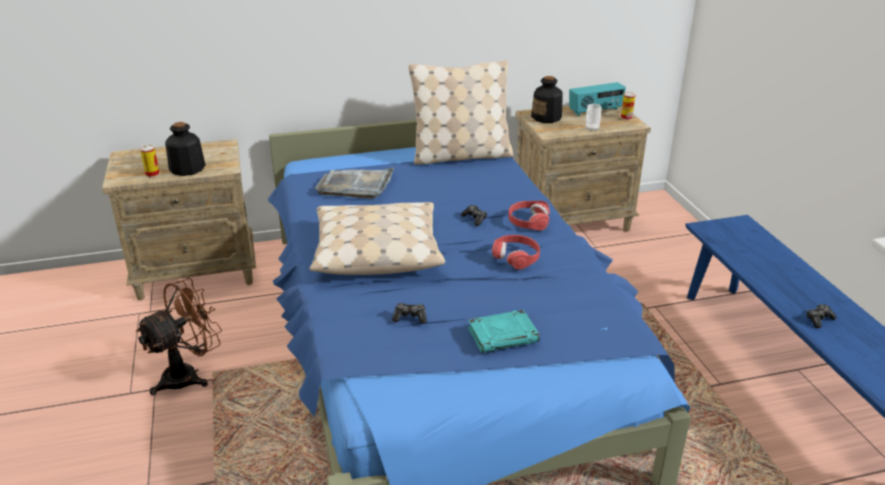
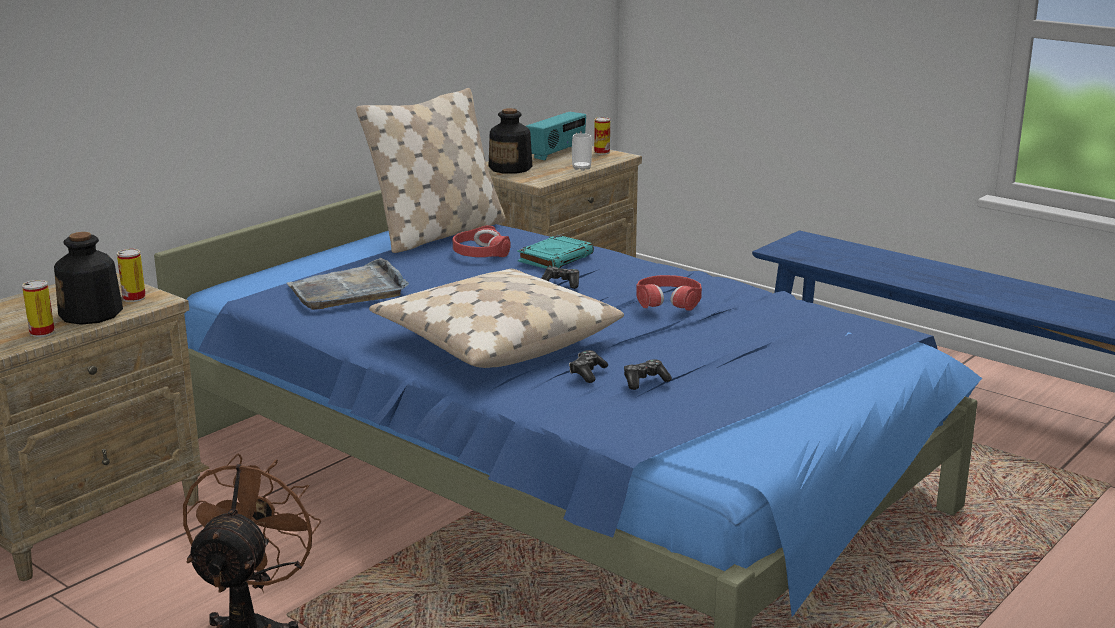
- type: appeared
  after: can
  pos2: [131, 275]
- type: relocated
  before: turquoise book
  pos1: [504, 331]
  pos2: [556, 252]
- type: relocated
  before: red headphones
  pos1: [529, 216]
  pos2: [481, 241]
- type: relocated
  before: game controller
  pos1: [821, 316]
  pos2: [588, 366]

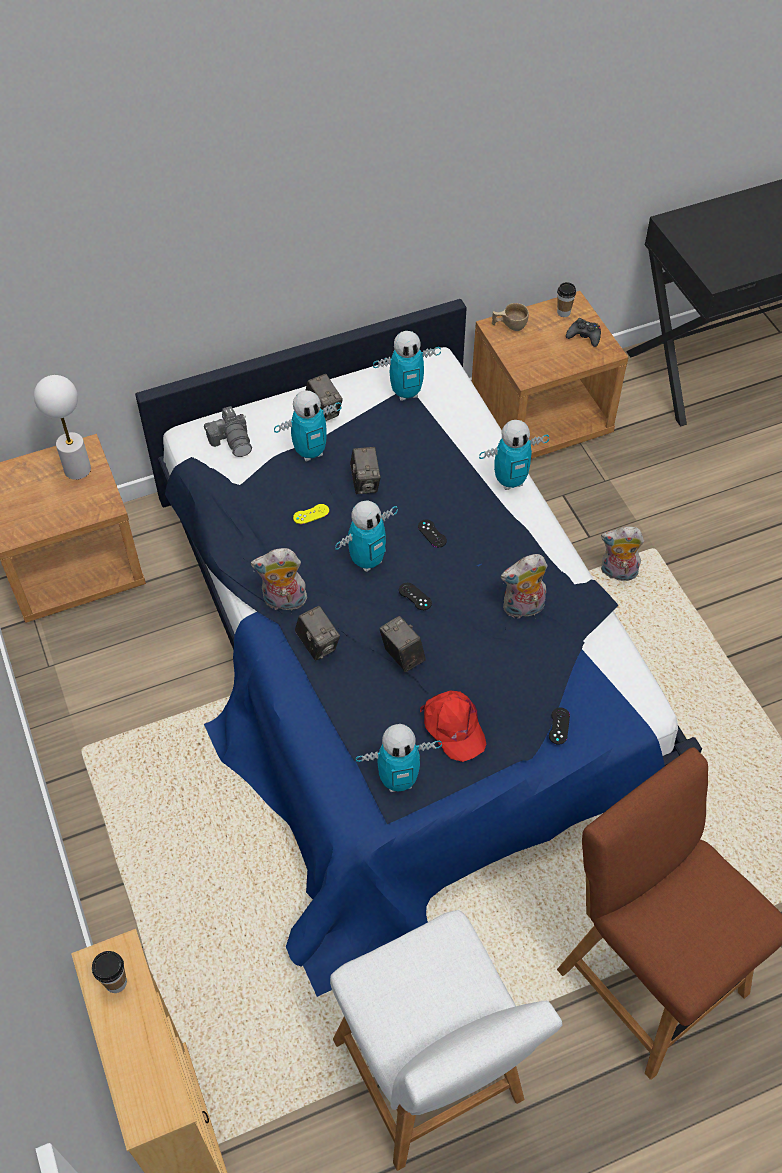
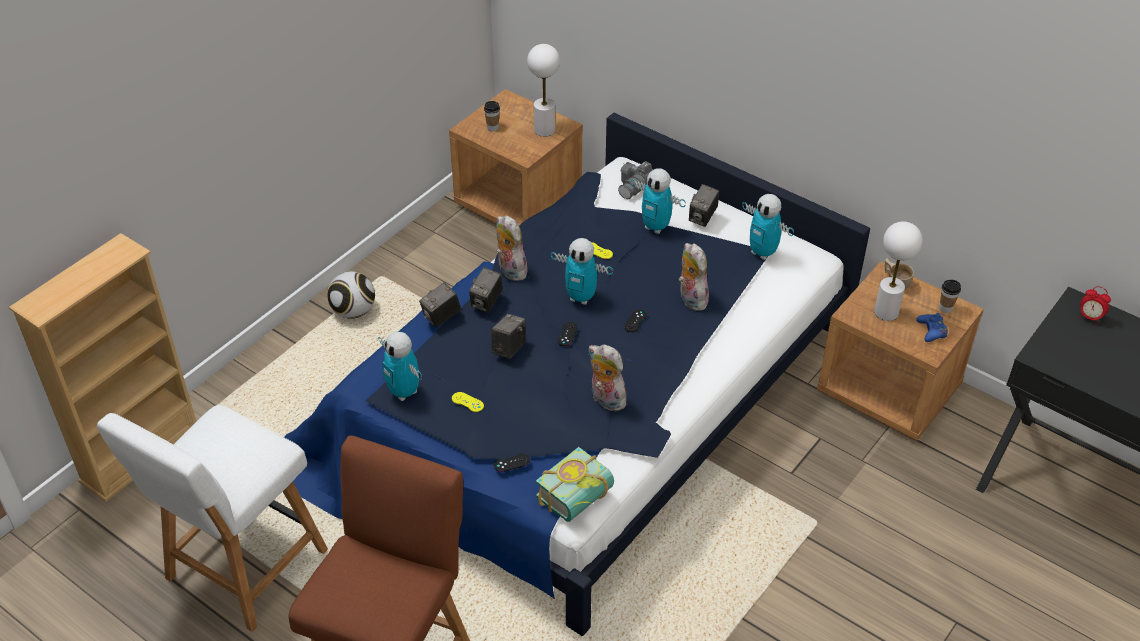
- type: missing
  before: toy robot
  pos1: [514, 455]
- type: appeared
  after: football
  pos2: [351, 295]
- type: appeared
  after: book
  pos2: [575, 484]
- type: appeared
  after: white table lamp
  pos2: [898, 271]
- type: appeared
  after: alarm clock
  pos2: [1095, 305]
- type: relocated
  before: cup
  pos1: [109, 972]
  pos2: [492, 116]
- type: relocated
  before: photo camera
  pos1: [365, 470]
  pos2: [440, 305]
- type: relocated
  before: plush toy
  pos1: [622, 553]
  pos2: [694, 277]
- type: exchanged
  before: red cap
  after: yellow game controller
  pos1: [453, 726]
  pos2: [468, 402]
- type: colour
  before: black game controller
  after: blue game controller
  pos1: [583, 332]
  pos2: [932, 327]

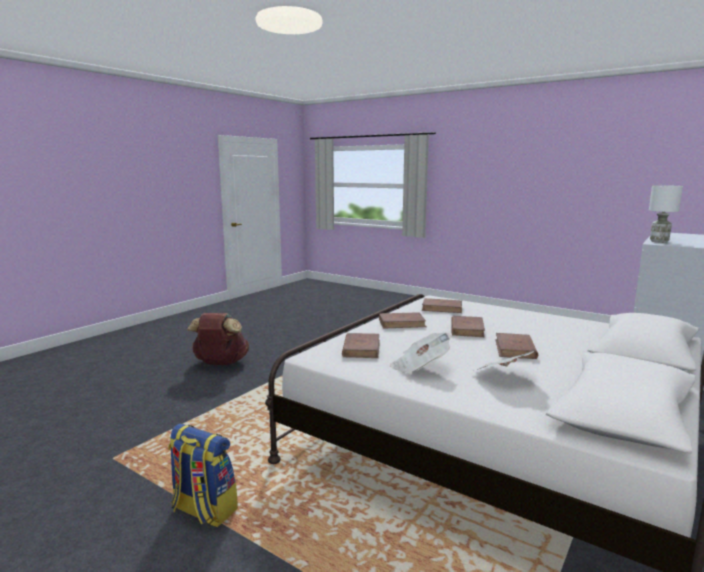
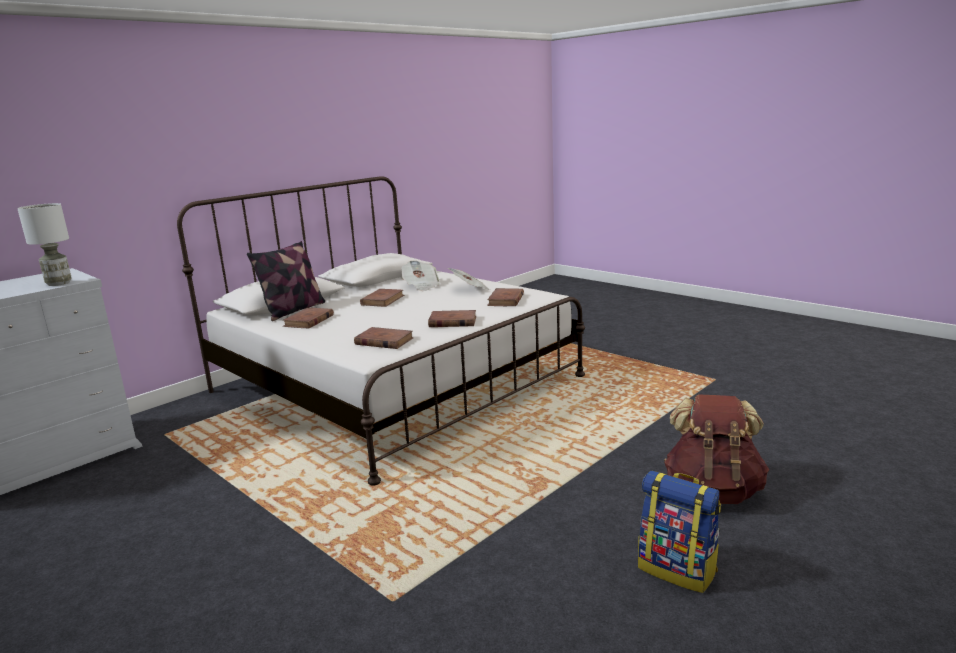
- type: appeared
  after: pillow
  pos2: [286, 281]
- type: relocated
  before: backpack
  pos1: [203, 475]
  pos2: [679, 532]
- type: relocated
  before: brown book
  pos1: [468, 326]
  pos2: [308, 317]

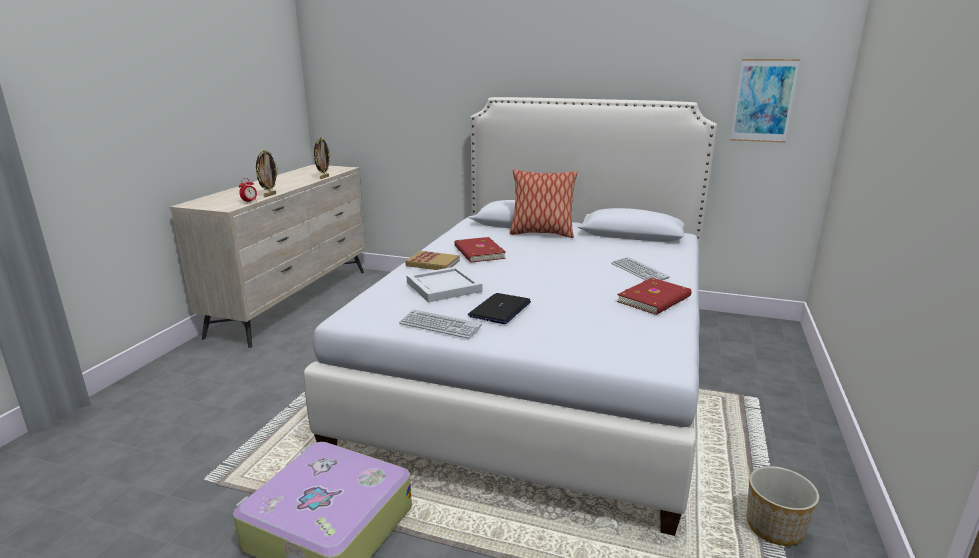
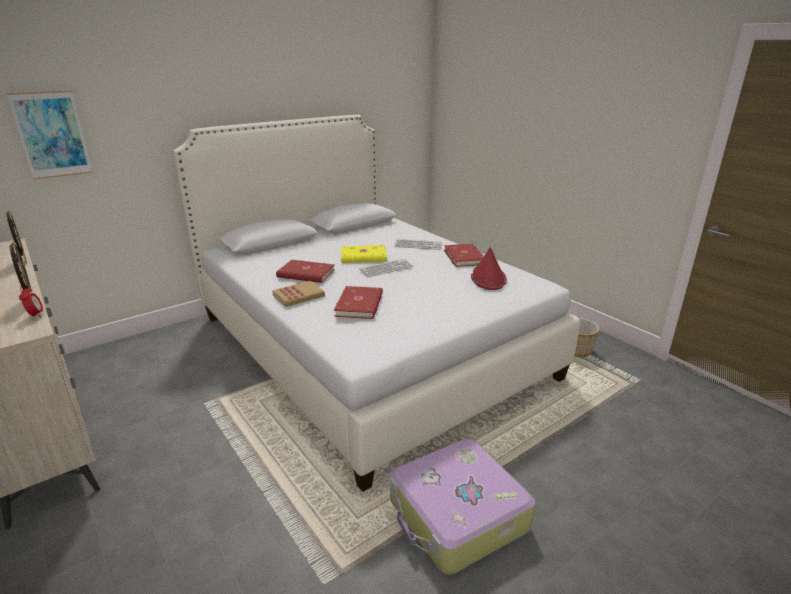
- type: missing
  before: laptop
  pos1: [499, 308]
- type: missing
  before: pillow
  pos1: [543, 203]
- type: appeared
  after: yellow book
  pos2: [364, 254]
- type: appeared
  after: red hat
  pos2: [489, 268]
- type: relocated
  before: keyboard
  pos1: [440, 324]
  pos2: [386, 267]
- type: relocated
  before: picture
  pos1: [765, 101]
  pos2: [50, 134]
- type: exchanged
  before: white tray
  after: red book
  pos1: [444, 284]
  pos2: [358, 302]

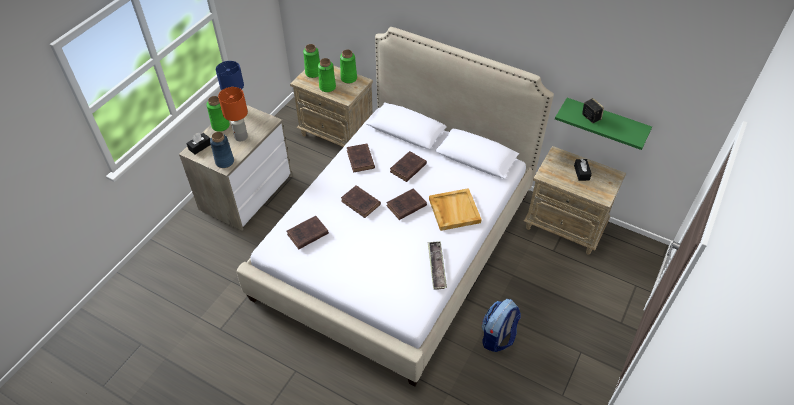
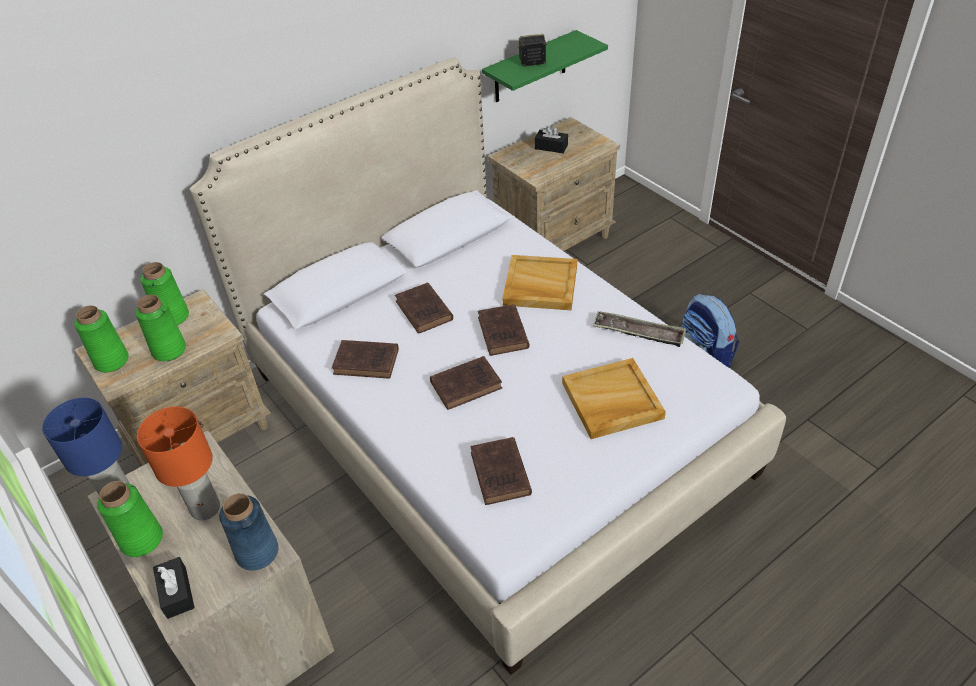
- type: appeared
  after: beige tray
  pos2: [614, 398]

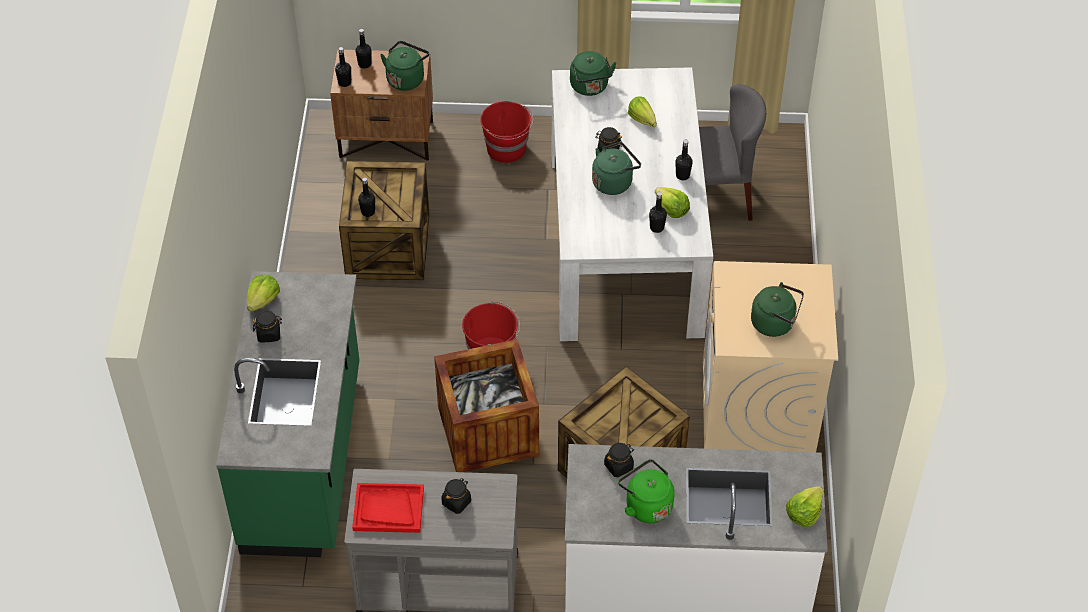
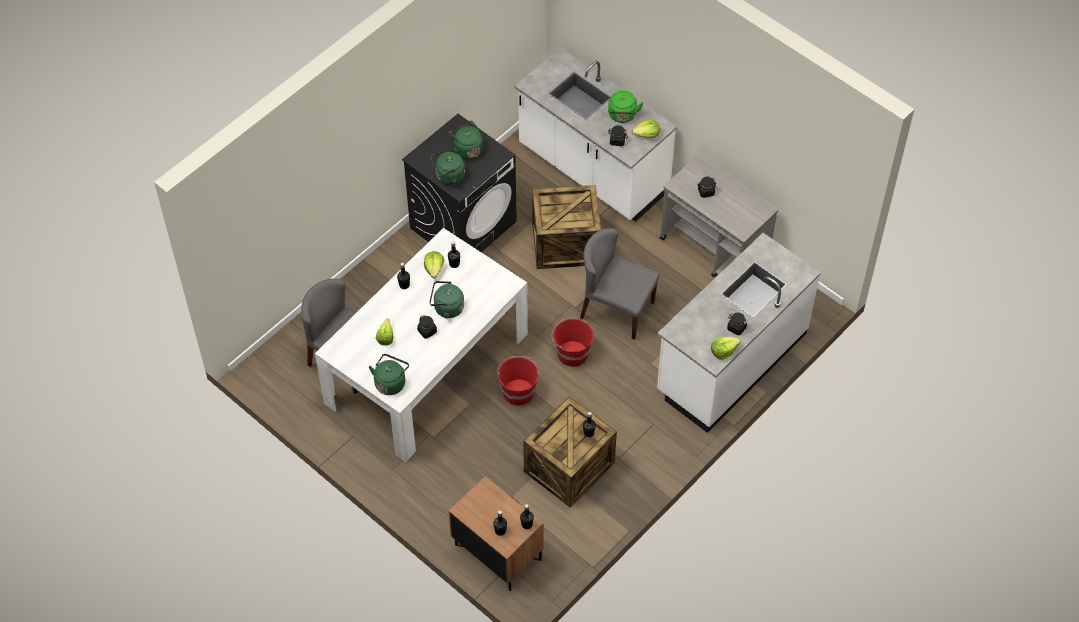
- type: missing
  before: red tray
  pos1: [388, 508]
- type: relocated
  before: green kettle
  pos1: [404, 66]
  pos2: [447, 167]
- type: relocated
  before: red bucket
  pos1: [506, 132]
  pos2: [518, 381]
- type: relocated
  before: lettuce
  pos1: [804, 506]
  pos2: [646, 129]
- type: exchanged
  before: crate
  after: grey chair
  pos1: [486, 405]
  pos2: [619, 284]
- type: colour
  before: green counter
  after: white counter
  pos1: [287, 414]
  pos2: [739, 333]
- type: colour
  before: beige washing machine
  after: black washing machine
  pos1: [770, 356]
  pos2: [459, 183]

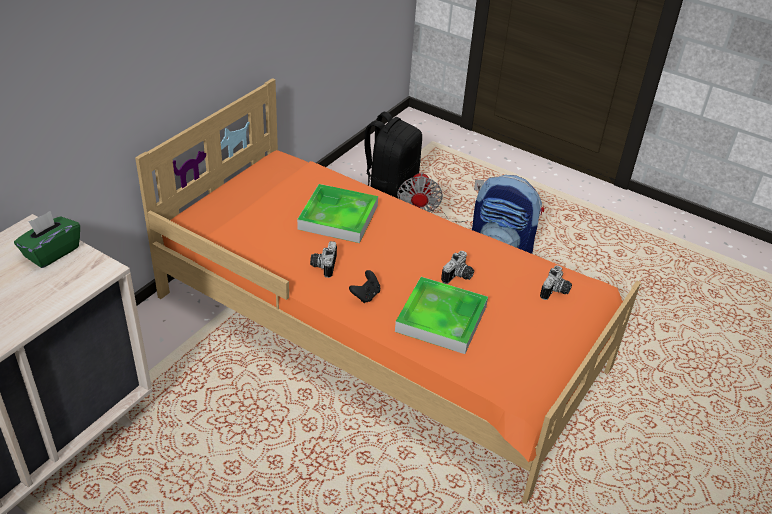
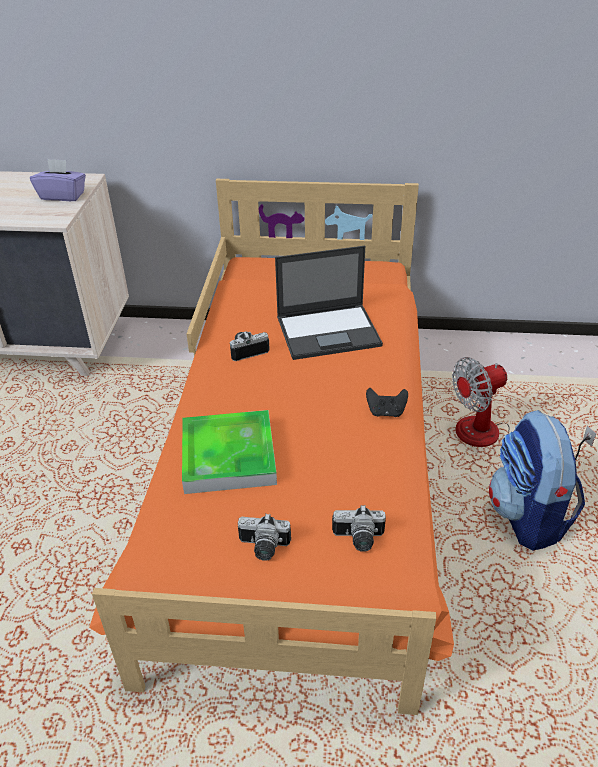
- type: missing
  before: black backpack
  pos1: [393, 155]
- type: relocated
  before: black game controller
  pos1: [364, 286]
  pos2: [387, 402]
- type: relocated
  before: photo camera
  pos1: [457, 267]
  pos2: [264, 537]
- type: exchanged
  before: tray
  after: laptop
  pos1: [337, 213]
  pos2: [329, 303]
- type: colour
  before: green tissue box
  after: purple tissue box
  pos1: [47, 239]
  pos2: [58, 180]

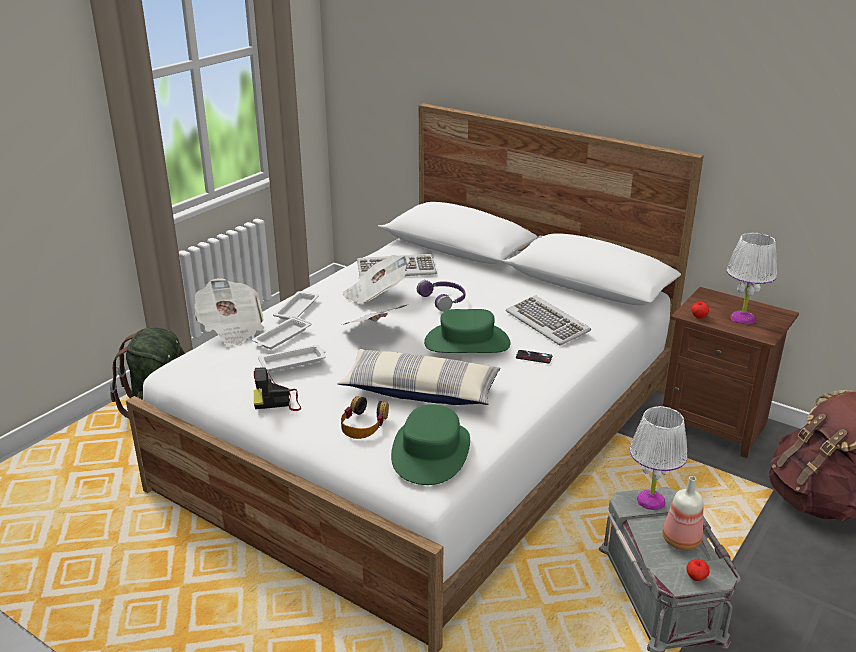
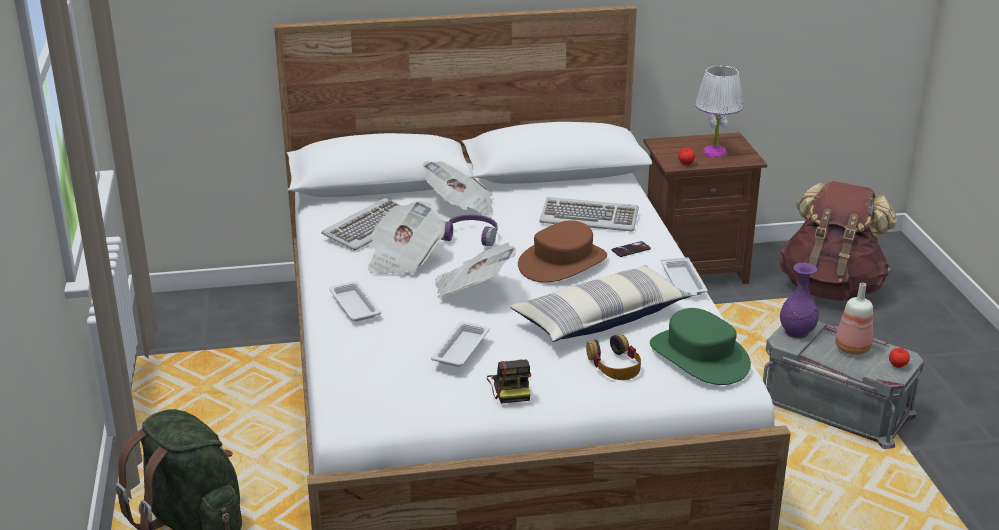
- type: relocated
  before: newspaper
  pos1: [229, 312]
  pos2: [458, 188]
- type: relocated
  before: white tray
  pos1: [282, 332]
  pos2: [684, 276]
- type: exchanged
  before: white table lamp
  after: purple vase
  pos1: [659, 458]
  pos2: [799, 300]
- type: colour
  before: green hat
  after: brown hat
  pos1: [467, 331]
  pos2: [562, 251]
- type: spun
  before: photo camera
  pos1: [277, 389]
  pos2: [509, 382]
  turn: -45

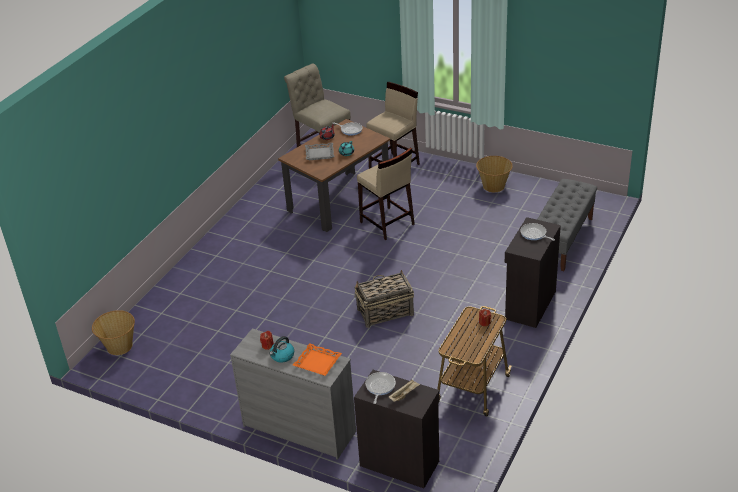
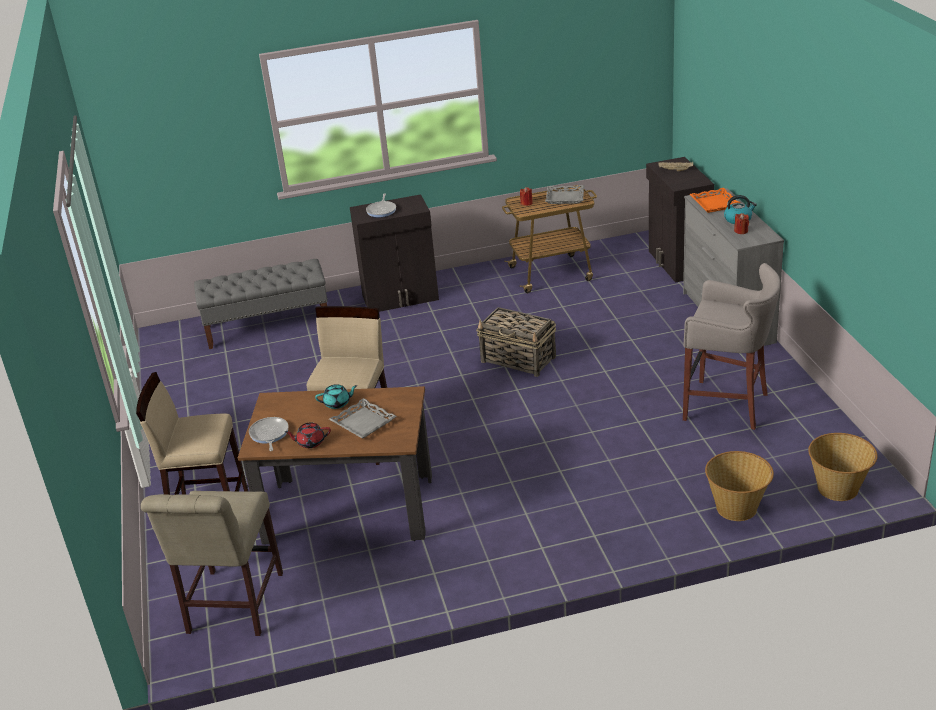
- type: missing
  before: frying pan
  pos1: [380, 388]
- type: appeared
  after: grey tray
  pos2: [565, 194]
- type: appeared
  after: grey stool
  pos2: [731, 346]
- type: relocated
  before: basket
  pos1: [494, 174]
  pos2: [739, 486]

